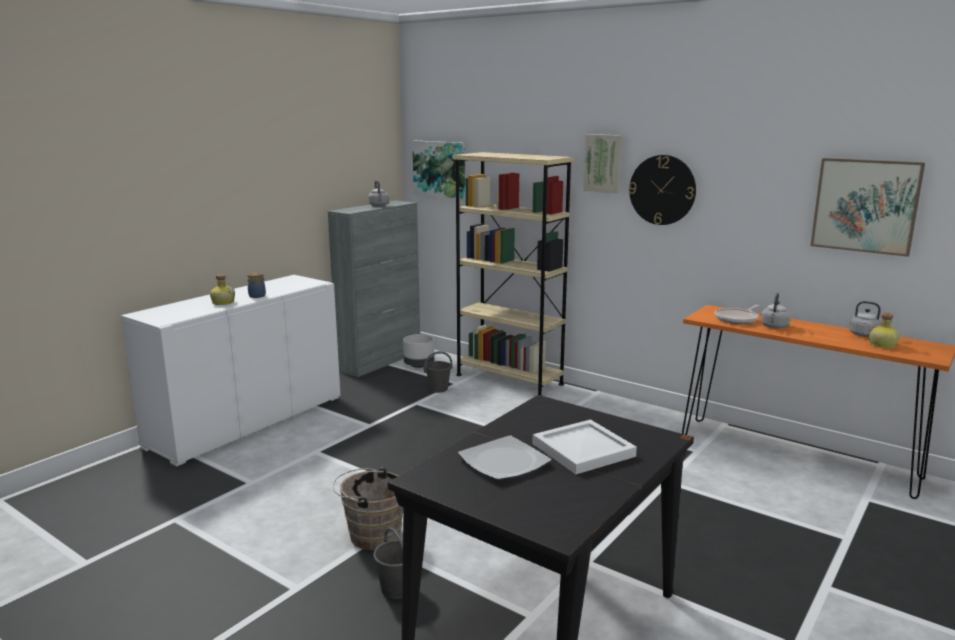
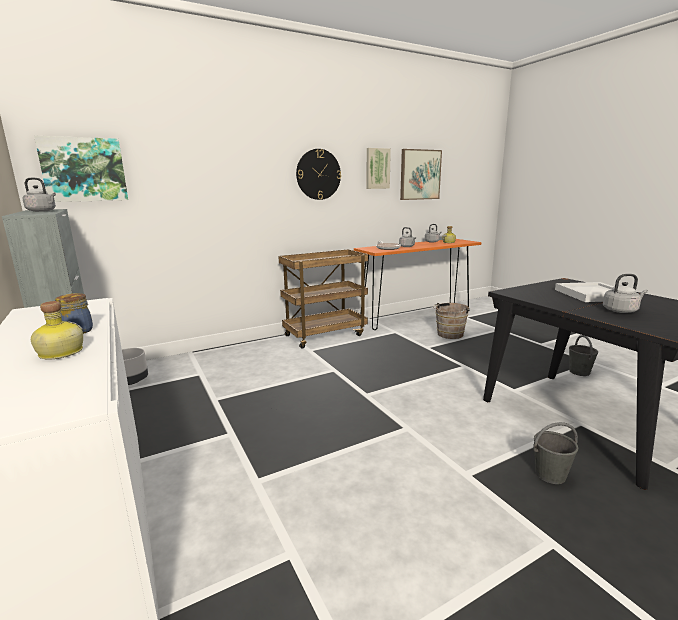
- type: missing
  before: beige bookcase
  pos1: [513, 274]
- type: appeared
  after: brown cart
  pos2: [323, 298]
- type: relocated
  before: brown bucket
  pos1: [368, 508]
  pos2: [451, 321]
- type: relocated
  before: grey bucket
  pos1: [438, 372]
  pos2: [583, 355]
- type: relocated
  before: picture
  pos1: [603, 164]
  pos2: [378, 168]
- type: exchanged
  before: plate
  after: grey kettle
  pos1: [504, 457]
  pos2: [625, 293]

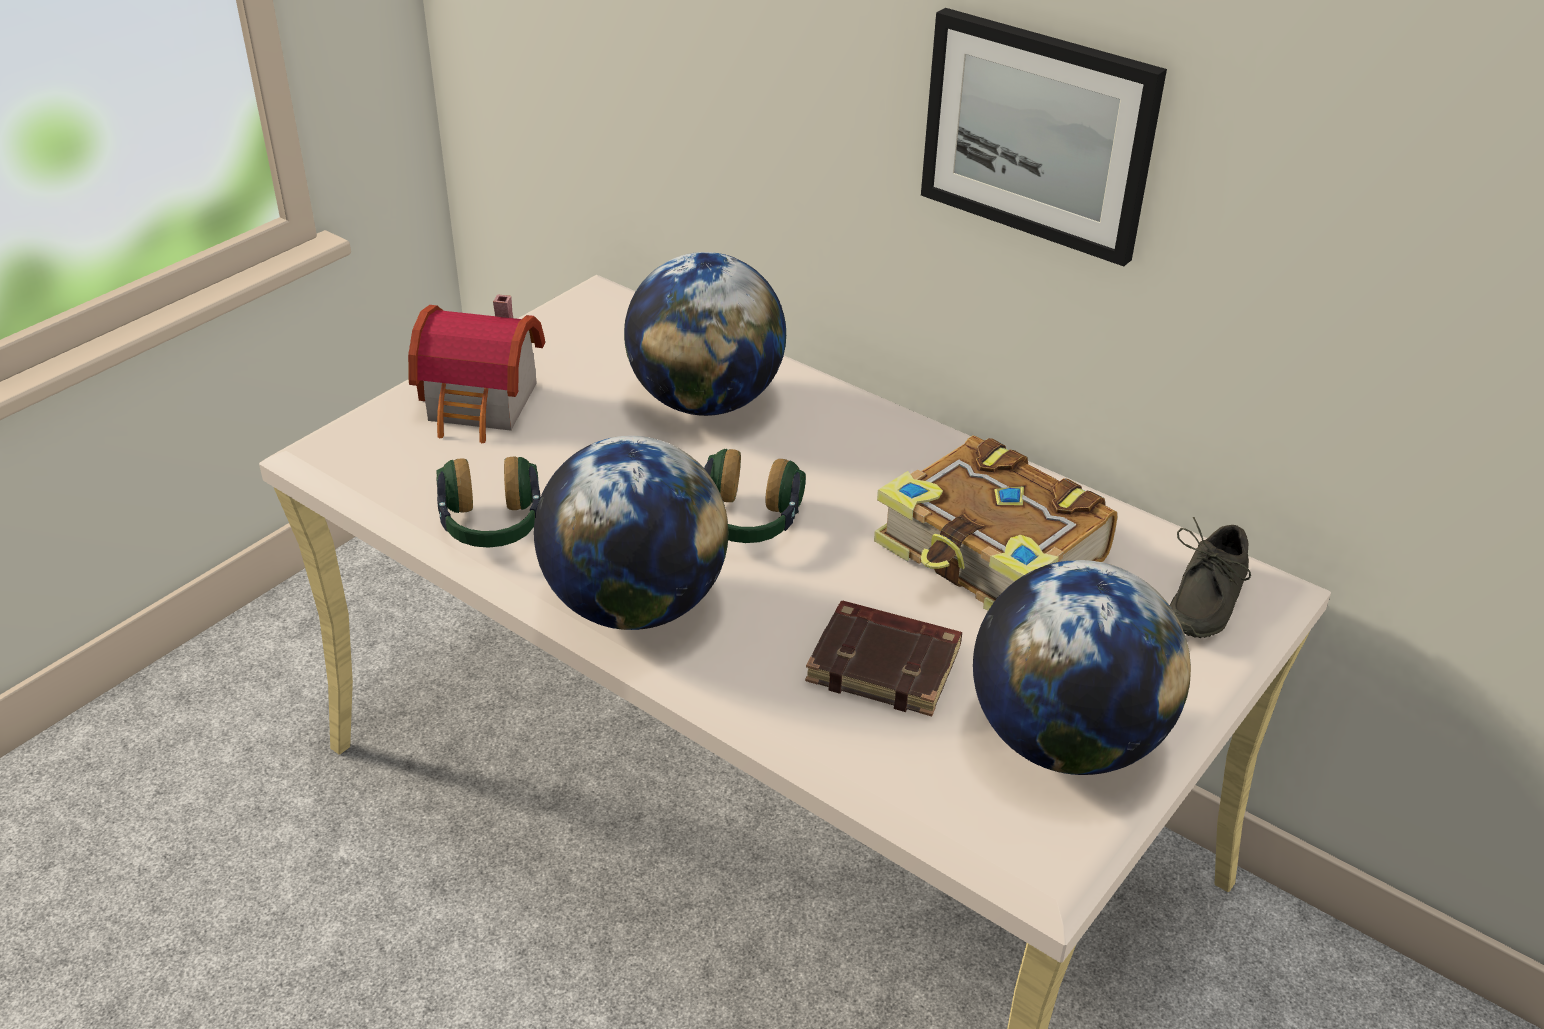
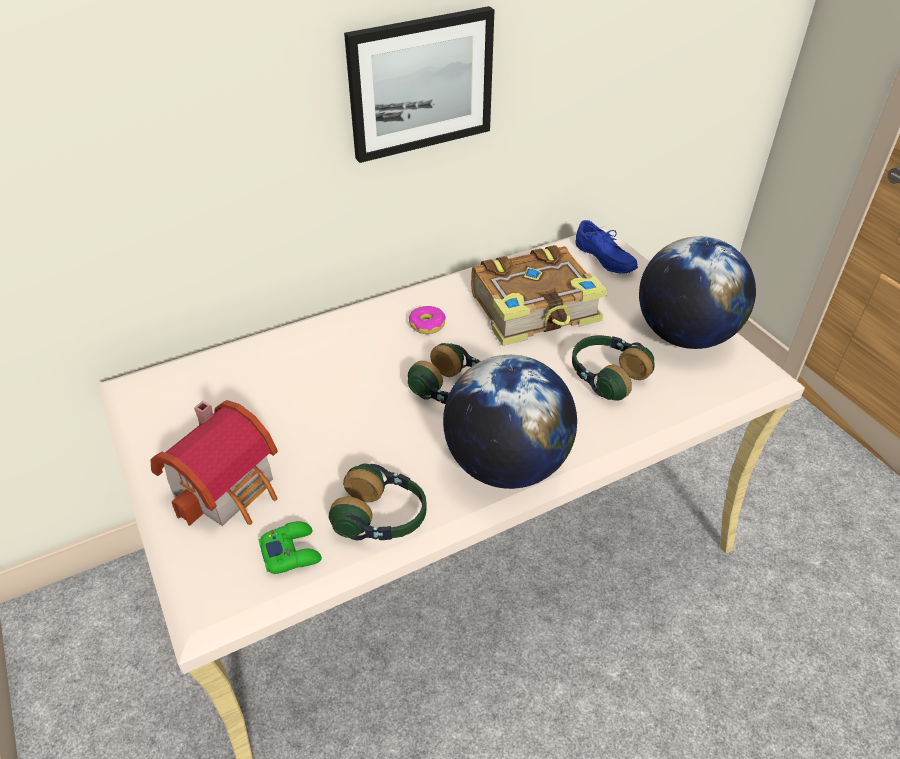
- type: missing
  before: globe
  pos1: [705, 334]
- type: appeared
  after: green game controller
  pos2: [290, 547]
- type: appeared
  after: donut
  pos2: [427, 320]
- type: exchanged
  before: brown book
  after: headphones
  pos1: [883, 659]
  pos2: [613, 368]
- type: colour
  before: grey shoe
  after: blue shoe
  pos1: [1210, 577]
  pos2: [607, 247]

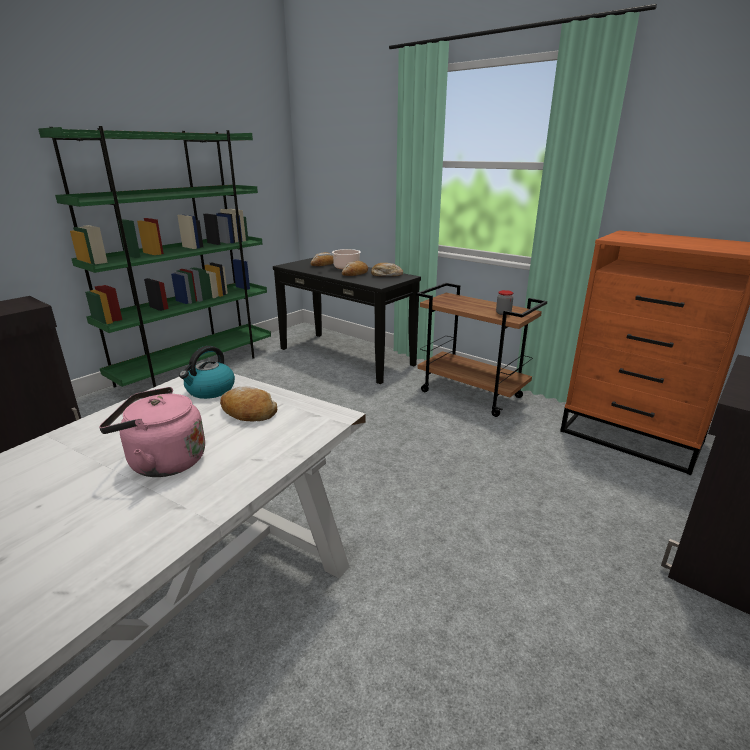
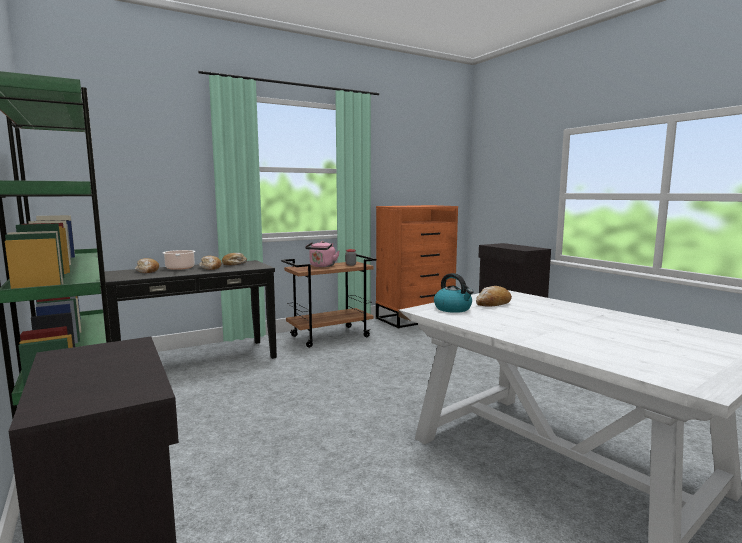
- type: relocated
  before: pink kettle
  pos1: [152, 432]
  pos2: [322, 254]

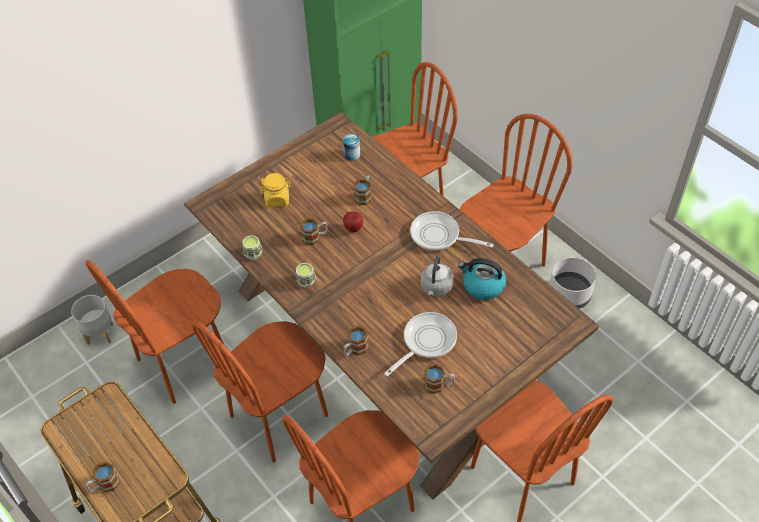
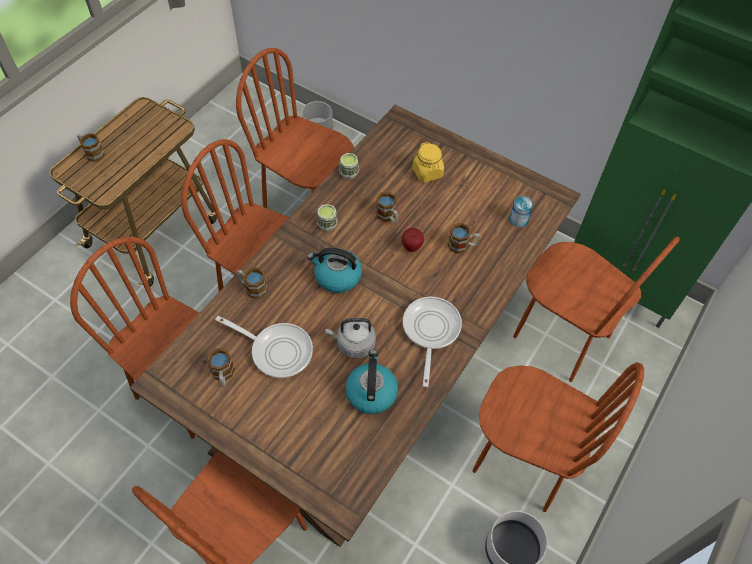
- type: appeared
  after: kettle
  pos2: [334, 270]

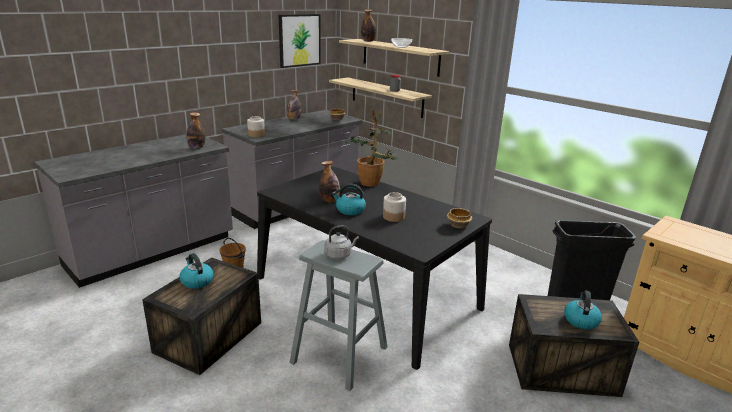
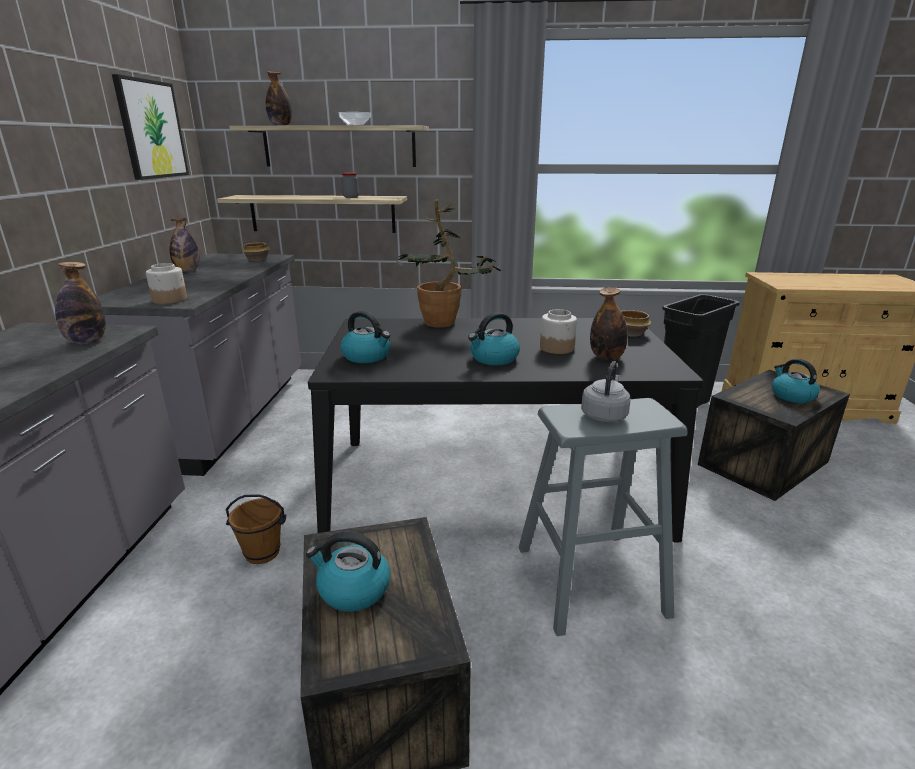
- type: appeared
  after: kettle
  pos2: [365, 337]
- type: relocated
  before: bottle
  pos1: [329, 181]
  pos2: [608, 323]

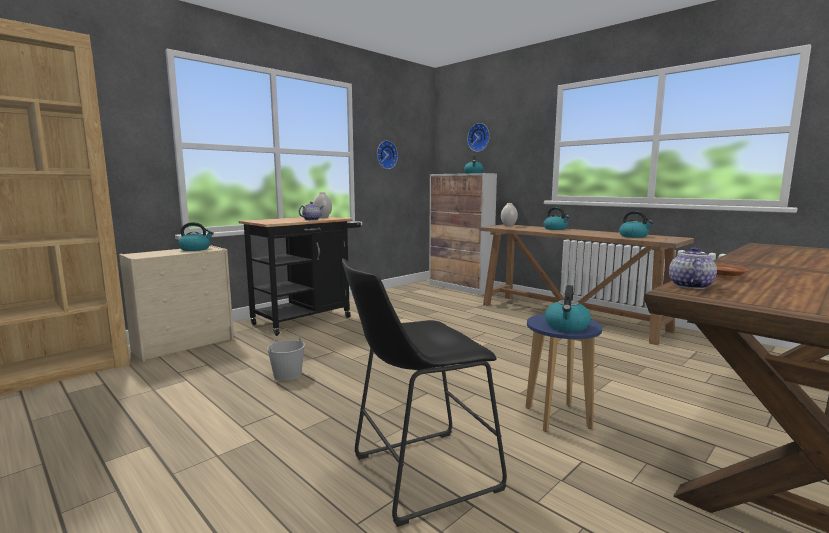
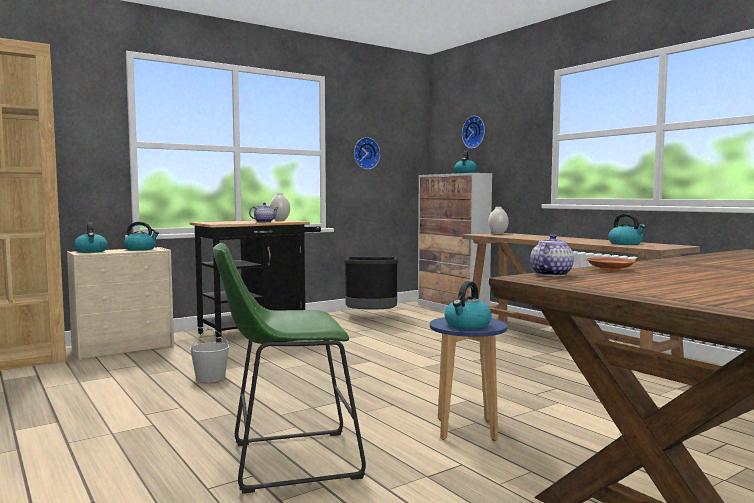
- type: appeared
  after: black trash can
  pos2: [371, 282]
- type: relocated
  before: kettle
  pos1: [557, 218]
  pos2: [91, 237]
- type: colour
  before: black stool
  after: green stool
  pos1: [424, 393]
  pos2: [289, 368]

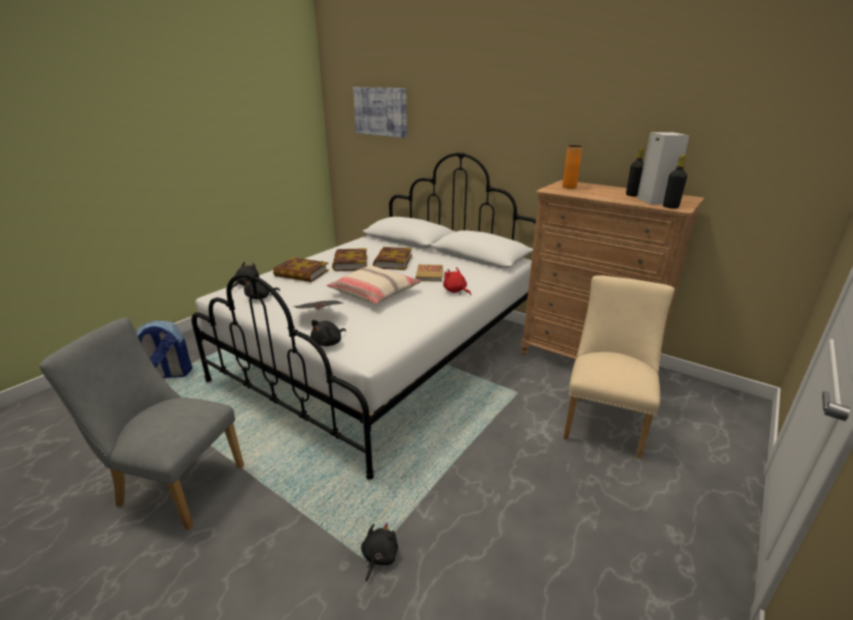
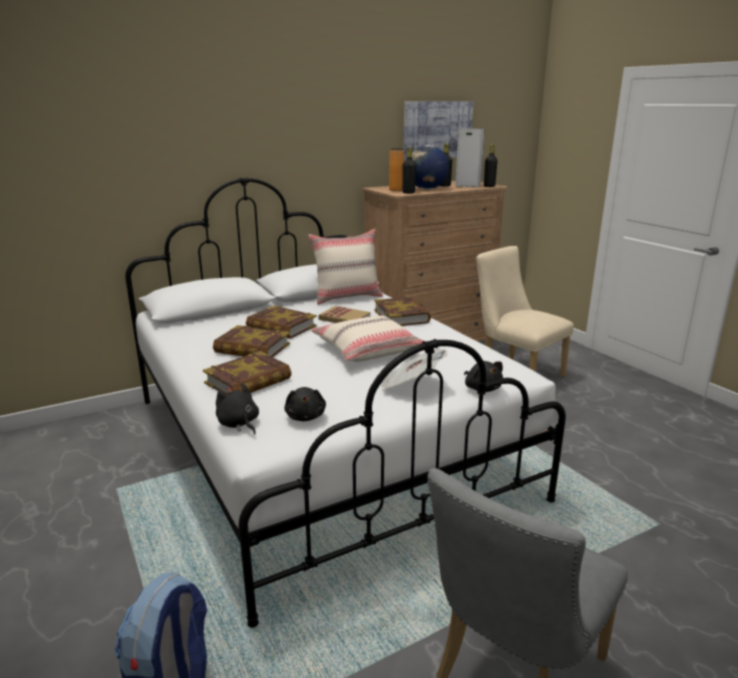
- type: missing
  before: black plush toy
  pos1: [379, 552]
- type: appeared
  after: beige pillow
  pos2: [345, 267]
- type: appeared
  after: black bottle
  pos2: [409, 170]
- type: appeared
  after: globe
  pos2: [430, 167]
- type: relocated
  before: picture
  pos1: [380, 112]
  pos2: [438, 131]
- type: exchanged
  before: red plush toy
  after: book
  pos1: [457, 281]
  pos2: [402, 311]

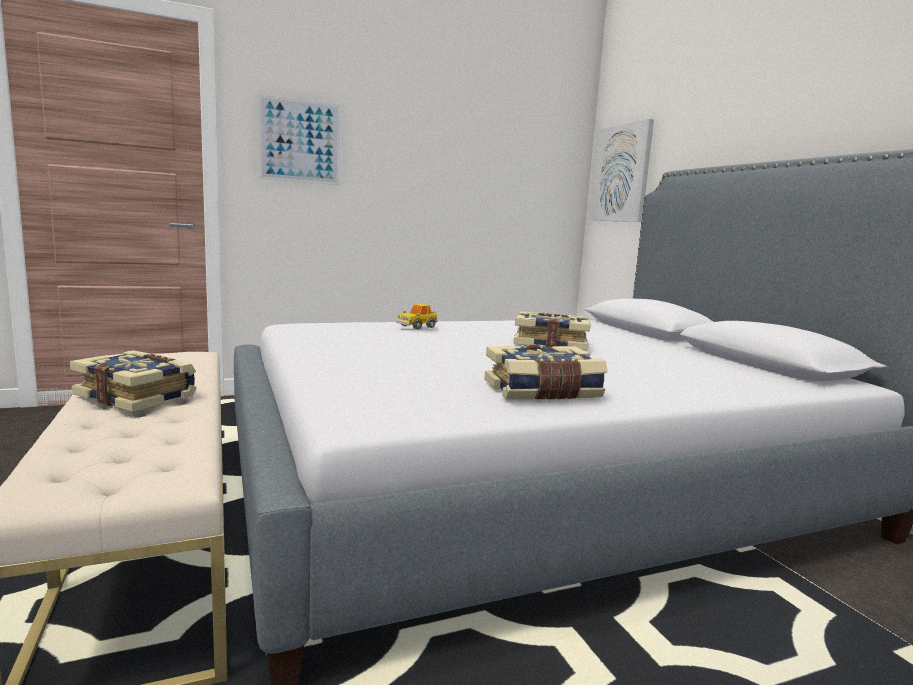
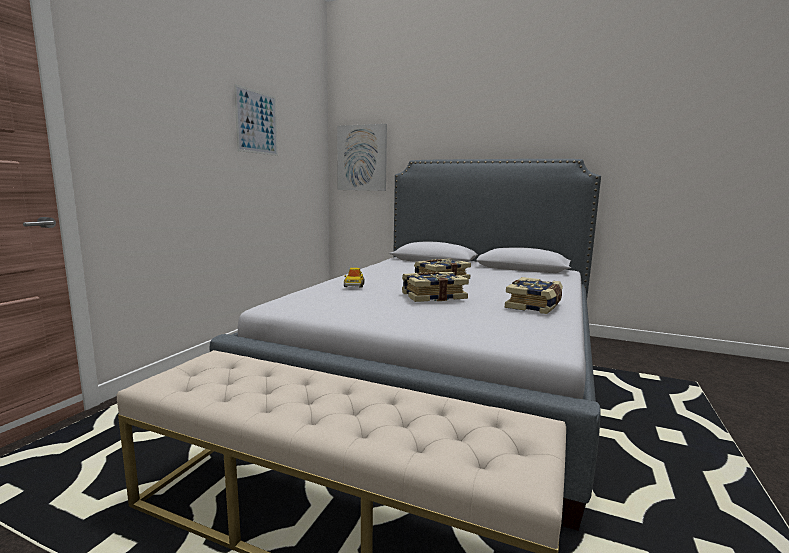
- type: relocated
  before: book
  pos1: [133, 381]
  pos2: [435, 287]
- type: relocated
  before: picture
  pos1: [299, 139]
  pos2: [256, 120]

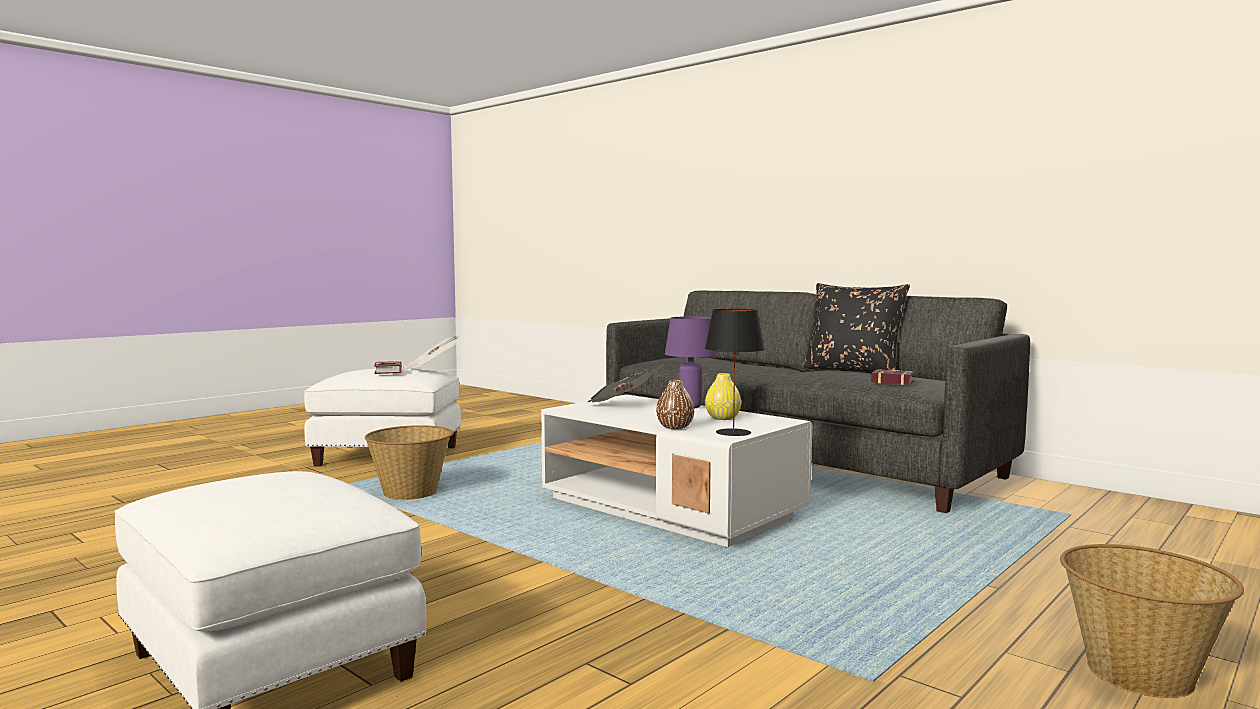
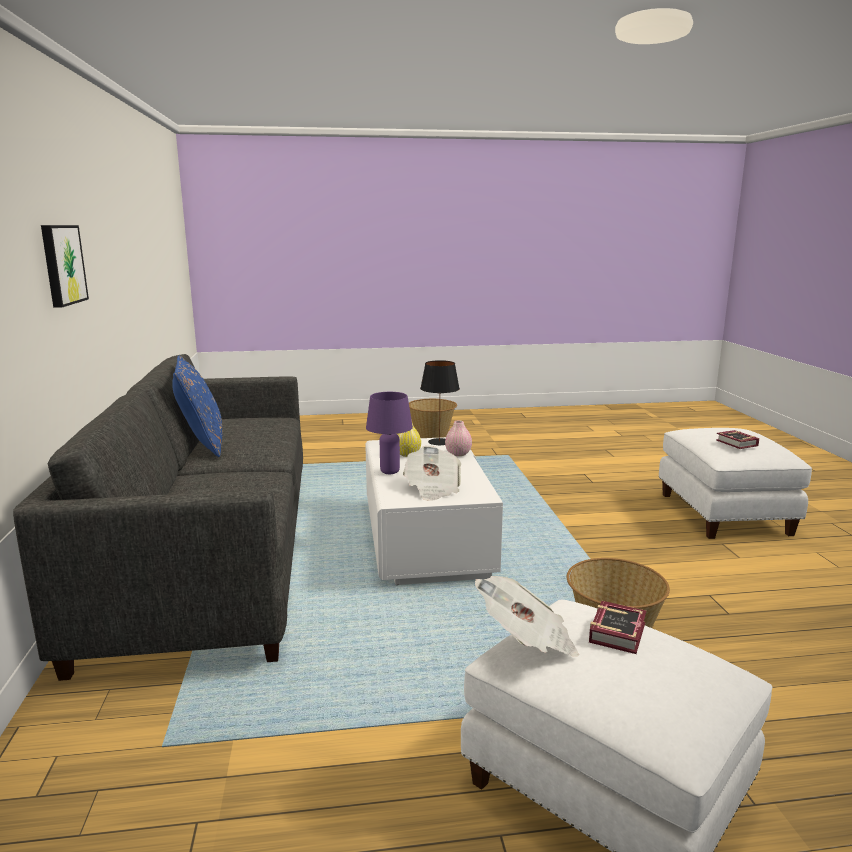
- type: appeared
  after: picture
  pos2: [65, 266]
- type: relocated
  before: book
  pos1: [892, 377]
  pos2: [737, 439]
- type: colour
  before: brown vase
  after: pink vase
  pos1: [675, 404]
  pos2: [458, 438]
- type: colour
  before: black pillow
  after: blue pillow
  pos1: [856, 327]
  pos2: [197, 406]

